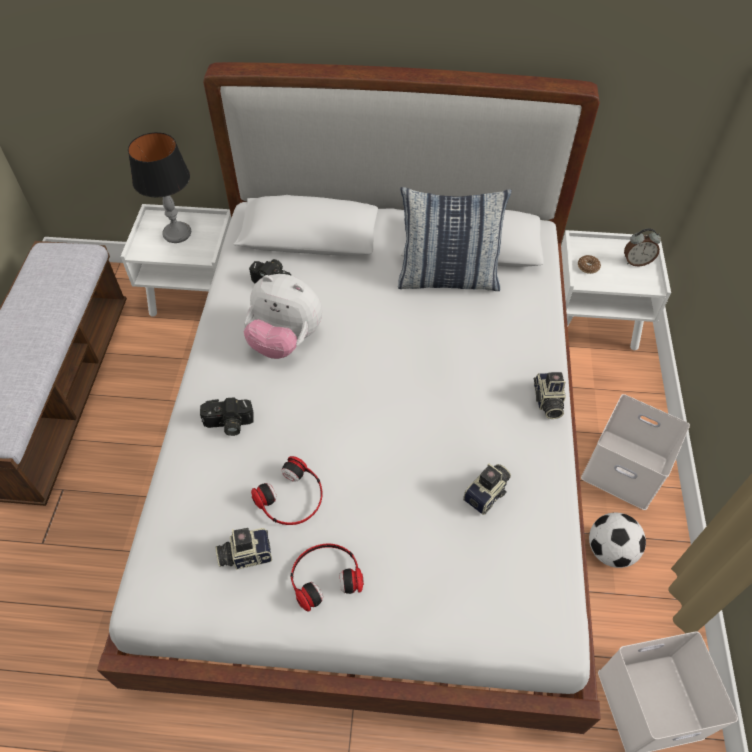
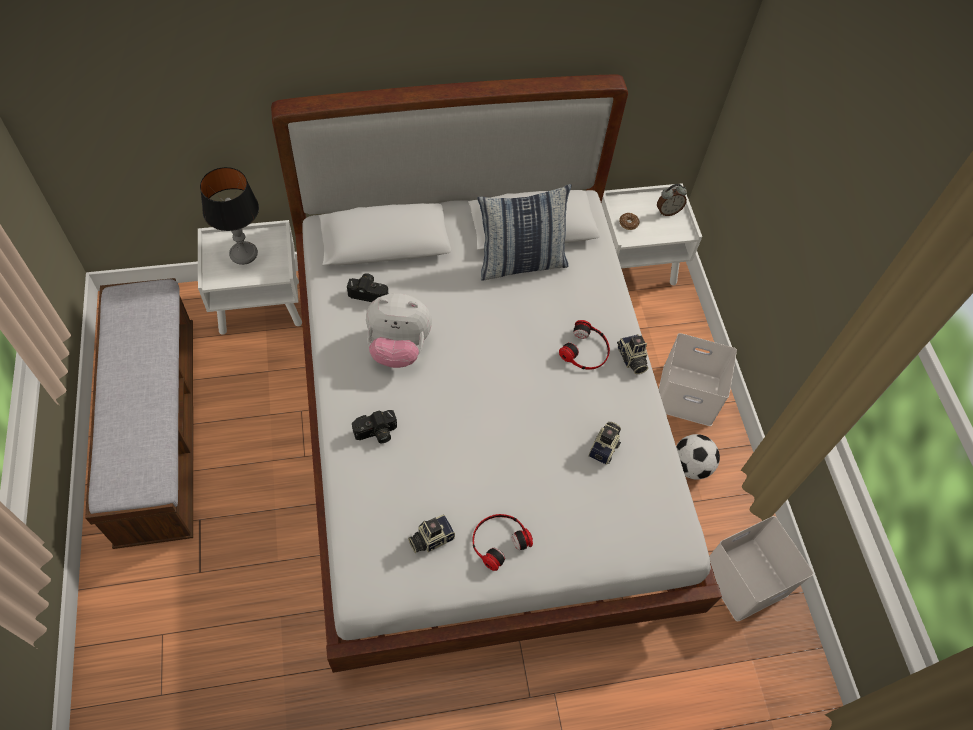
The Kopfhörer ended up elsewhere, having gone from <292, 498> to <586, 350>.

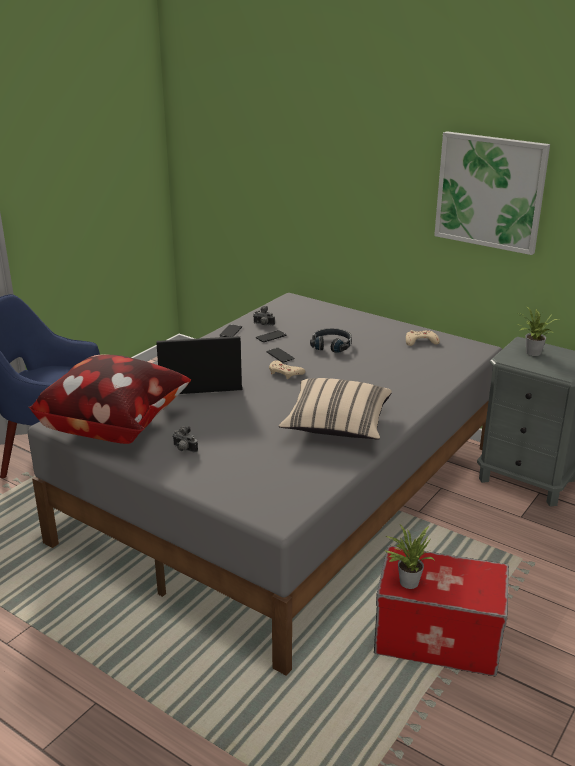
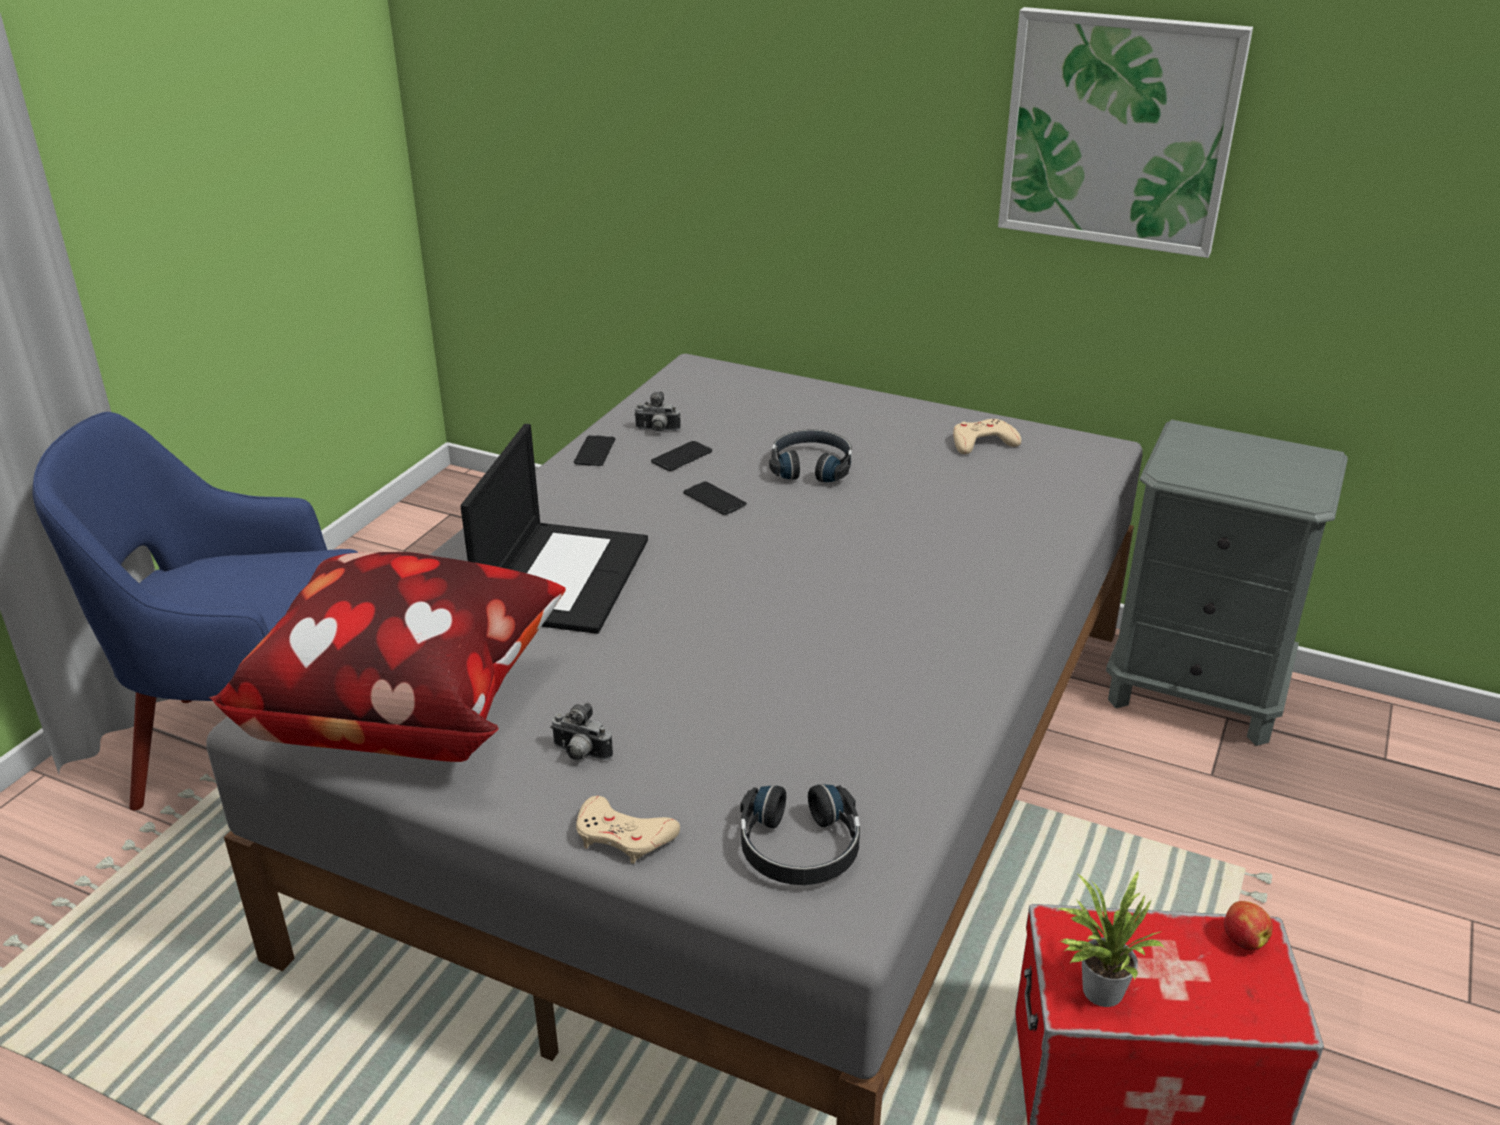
The Laptop at <199, 381> ended up facing another way, 120 degrees clockwise from before. The Gamepad/beige ended up elsewhere, having gone from <285, 373> to <624, 836>. The second view lost the Kissen/beige at <337, 426>. The second view lost the Topfpflanze at <531, 353>. The second view gained the Kopfhörer/schwarz at <799, 848>. The second view gained the Apfel at <1242, 939>.

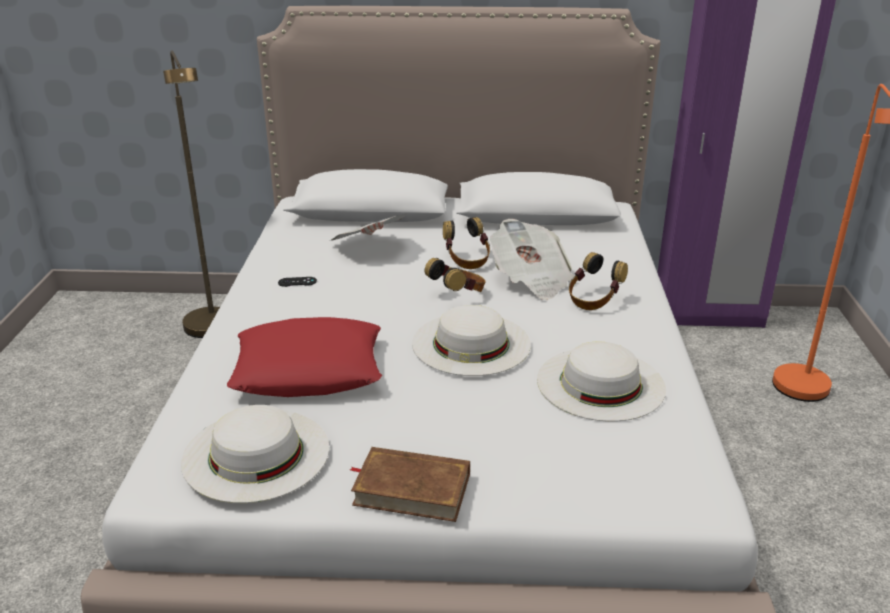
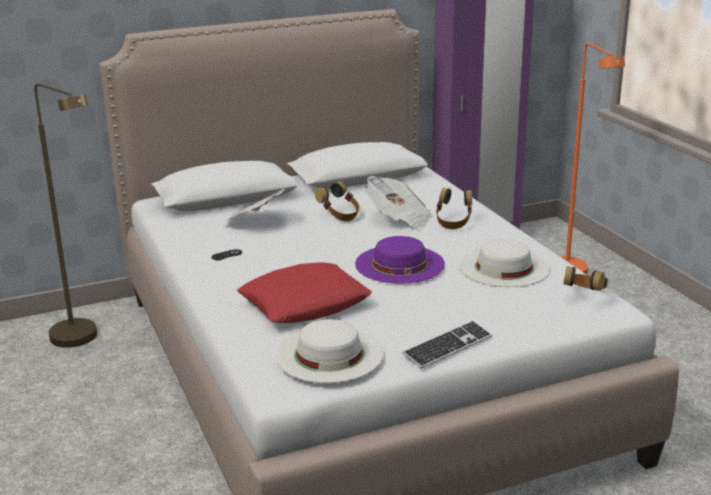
Where the Buch/braun stood at <412, 489>, the Tastatur came to stand at <447, 346>. What was the Hut/weiß at <471, 343> turned into the Hut/lila at <400, 264>. The Kopfhörer ended up elsewhere, having gone from <458, 295> to <584, 296>.

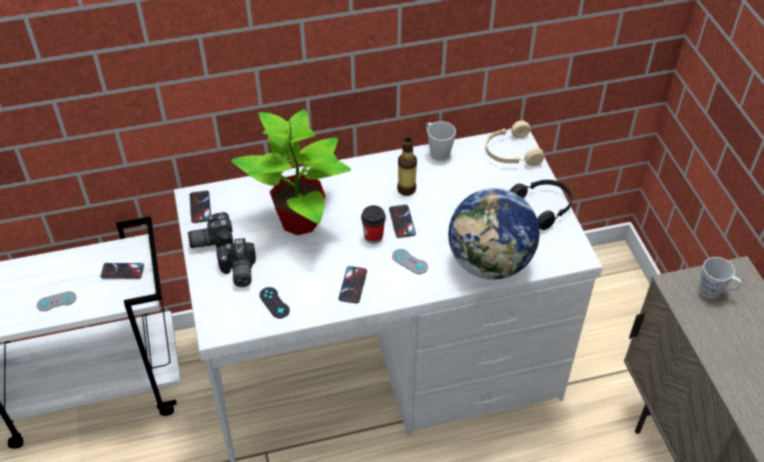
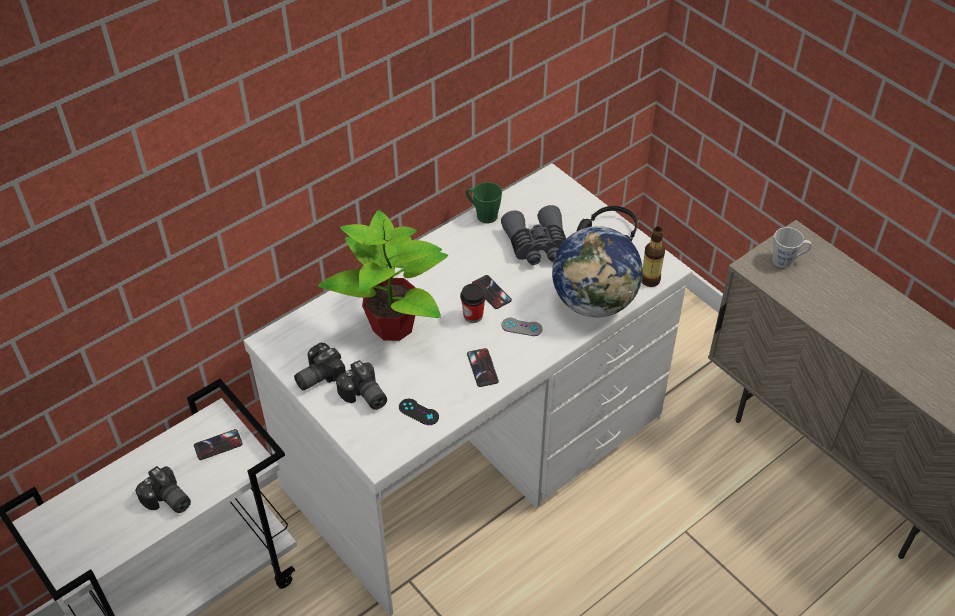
Where the Gamepad/grau stood at <56, 301>, the Kamera came to stand at <167, 501>. The second view lost the Handy at <200, 207>. The Flasche ended up elsewhere, having gone from <406, 189> to <650, 280>. What was the Henkelbecher/grau at <437, 151> turned into the Henkelbecher/grün at <483, 214>. The second view lost the Kopfhörer/beige at <510, 152>. The second view gained the Fernglas/grau at <536, 245>.

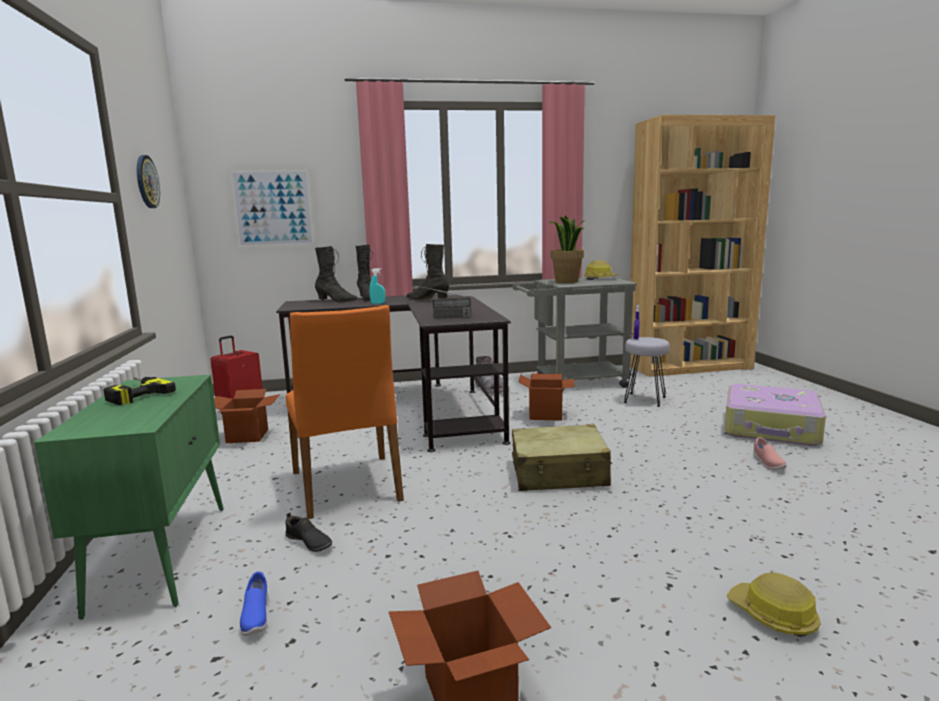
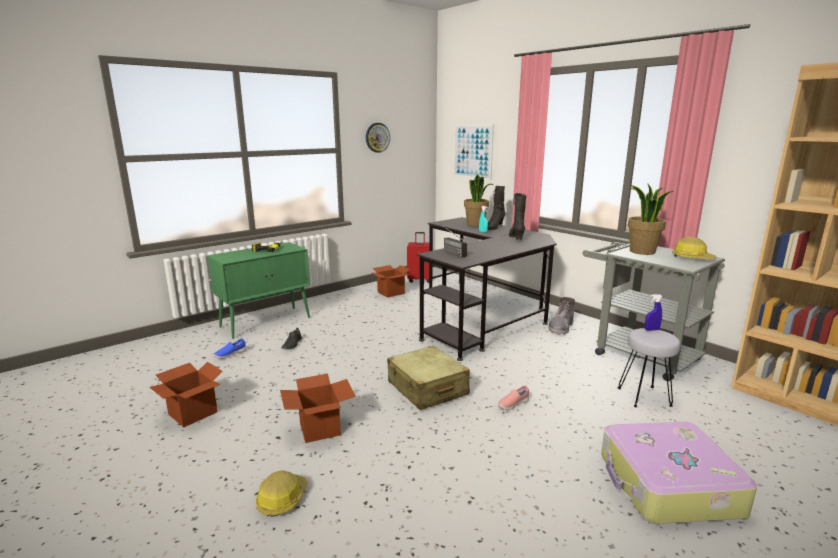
The second view lost the Stuhl/orange at <347, 486>. Where the Stiefel/schwarz stood at <336, 301>, the Topfpflanze came to stand at <476, 224>. The Karton ended up elsewhere, having gone from <545, 415> to <319, 428>. The Schuh/rosa ended up elsewhere, having gone from <767, 463> to <512, 405>.

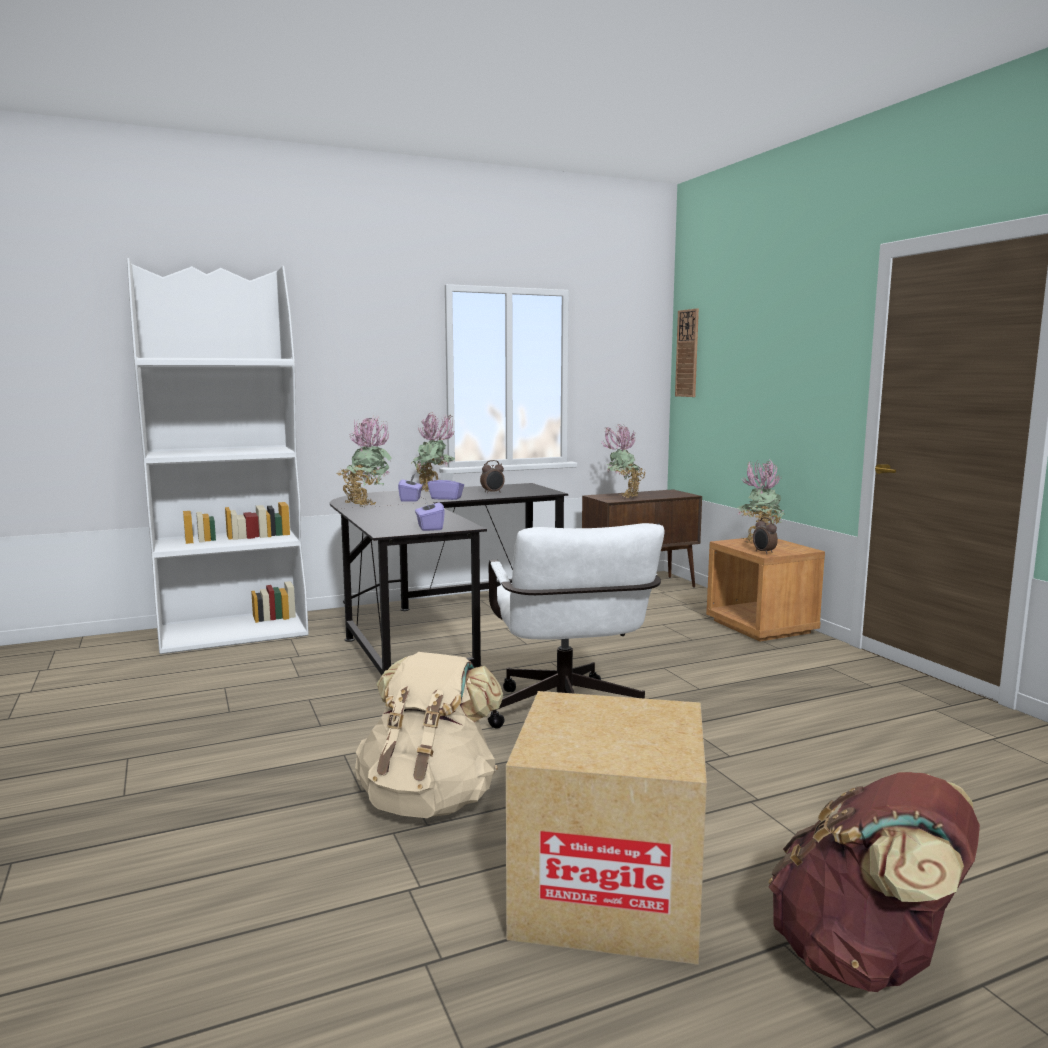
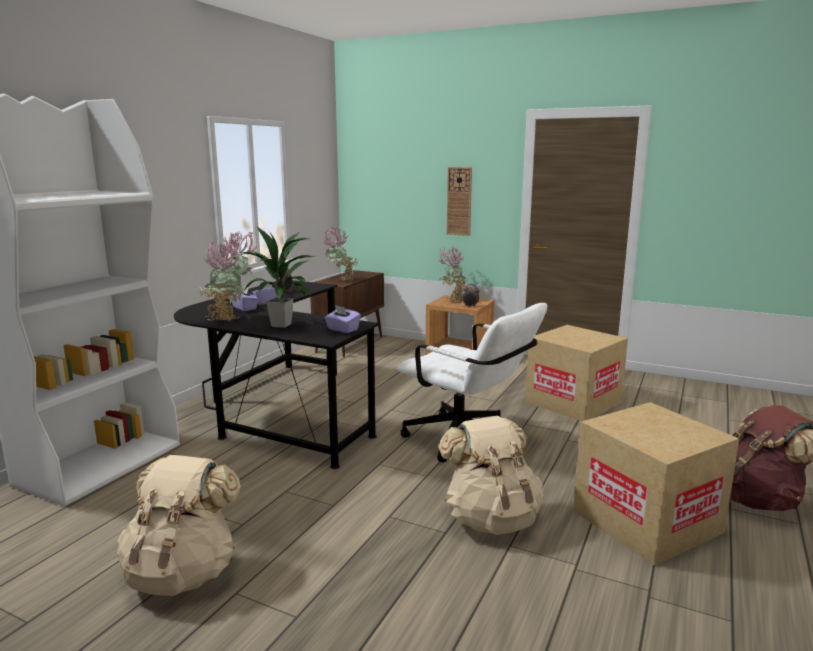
The Wanduhr ended up elsewhere, having gone from <687, 353> to <459, 201>. The second view gained the Rucksack/beige at <183, 573>. The second view gained the Topfpflanze at <282, 325>. The second view gained the Karton at <573, 402>.

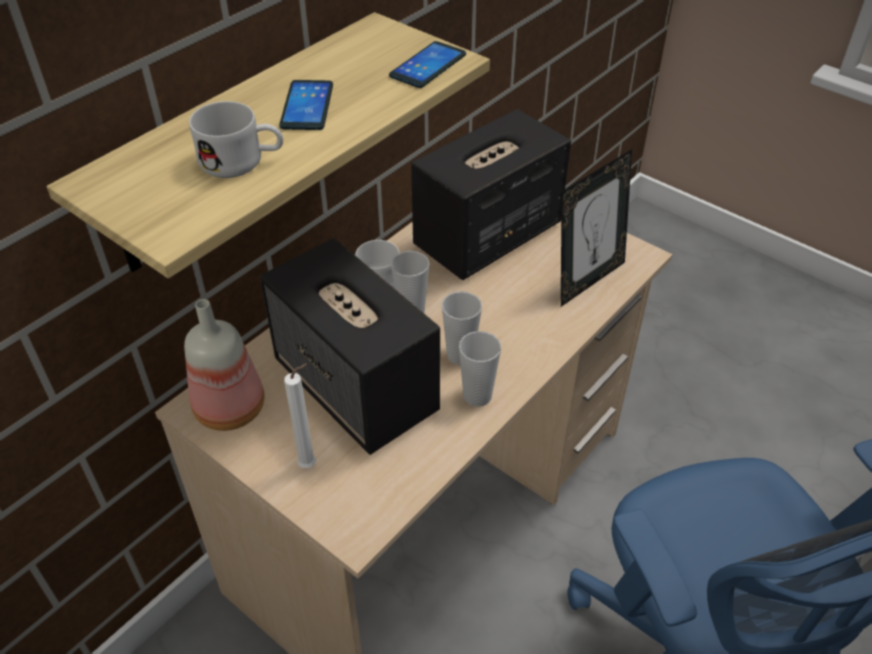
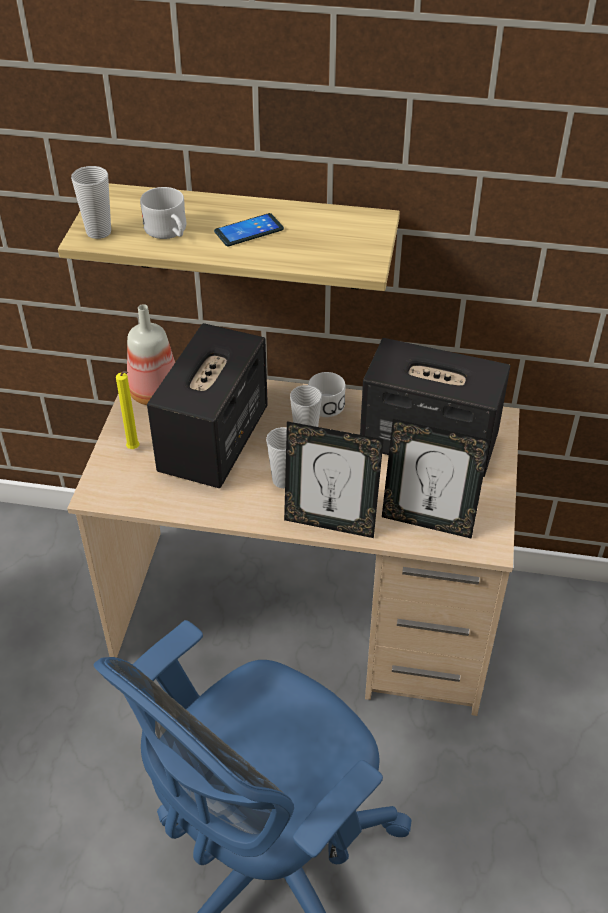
What was the Kerze/weiß at <310, 465> turned into the Kerze/gelb at <134, 449>. The second view lost the Handy at <428, 66>. The Tasse ended up elsewhere, having gone from <477, 396> to <98, 232>. The second view gained the Bilderrahmen at <330, 523>.

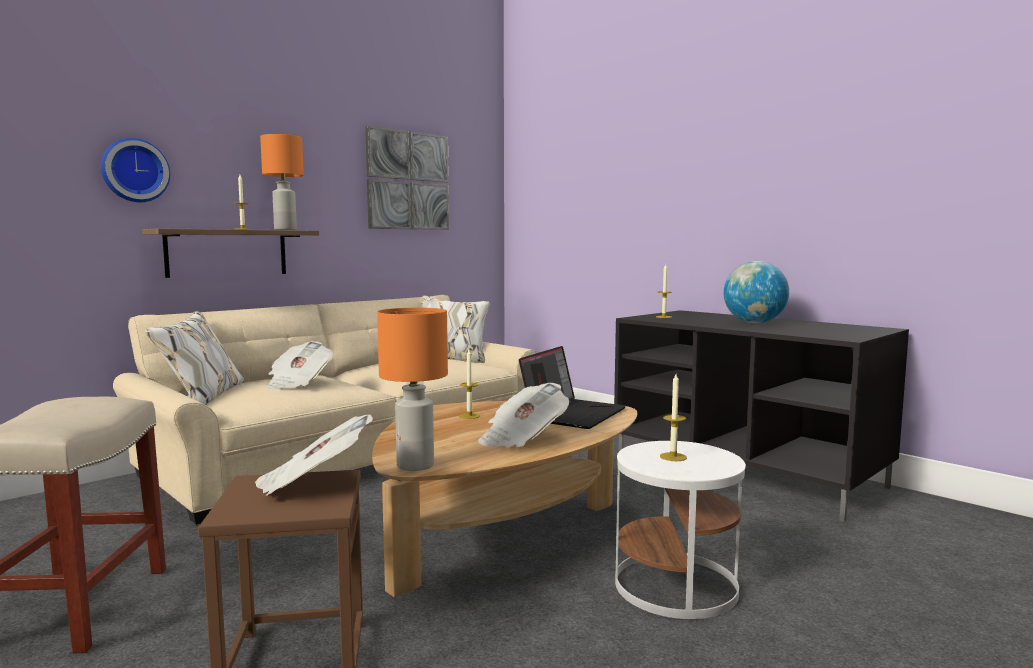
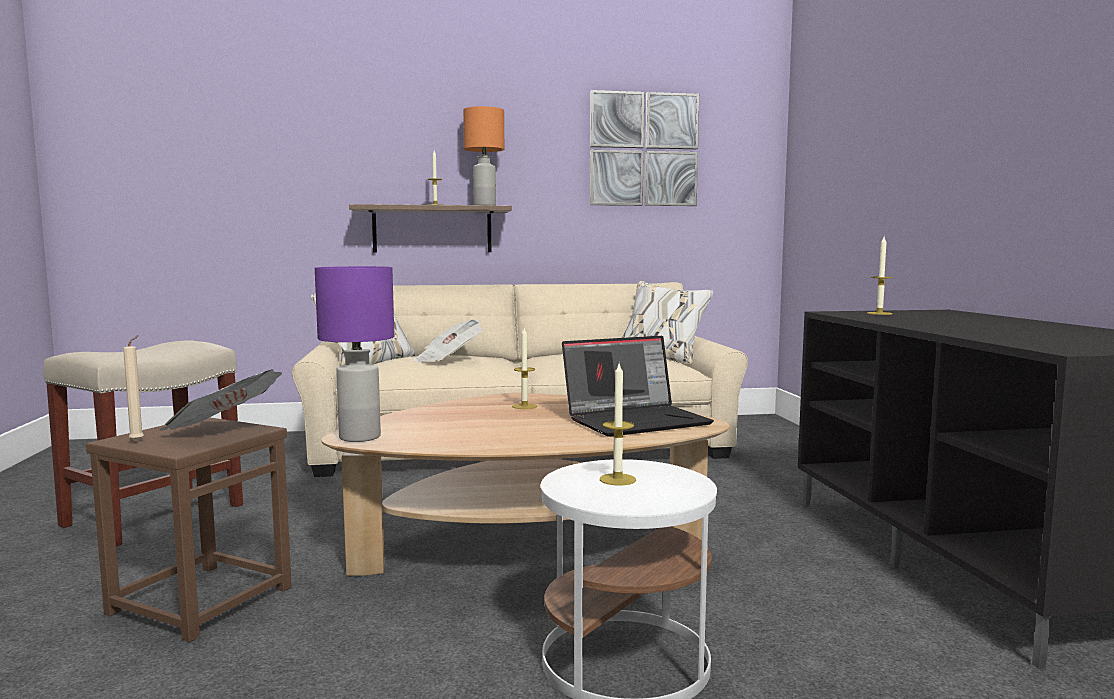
The second view lost the Wanduhr at <134, 170>. What was the Tischlampe/orange at <415, 466> turned into the Tischlampe/lila at <359, 438>. The second view lost the Zeitung at <522, 439>. The second view lost the Globus at <754, 323>. The second view gained the Kerze/beige at <138, 441>.

